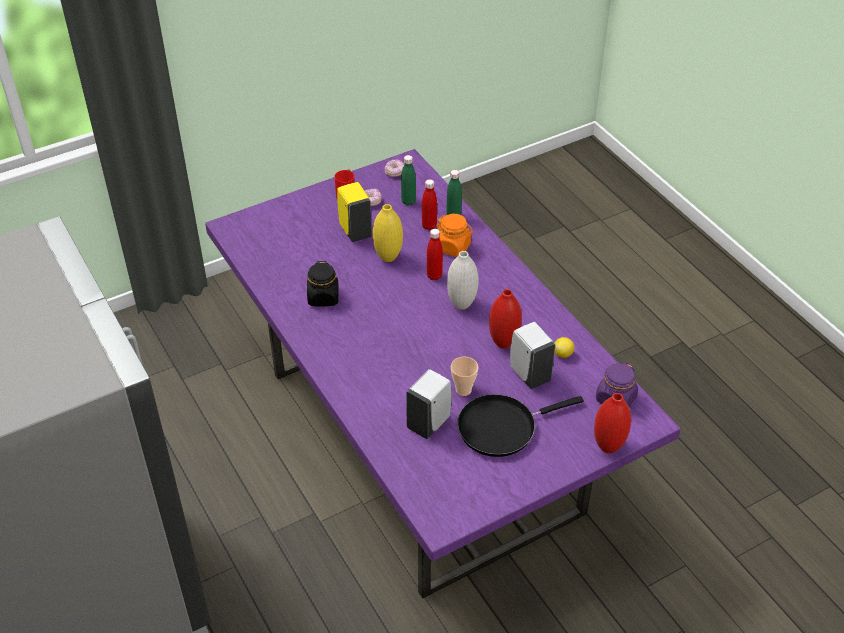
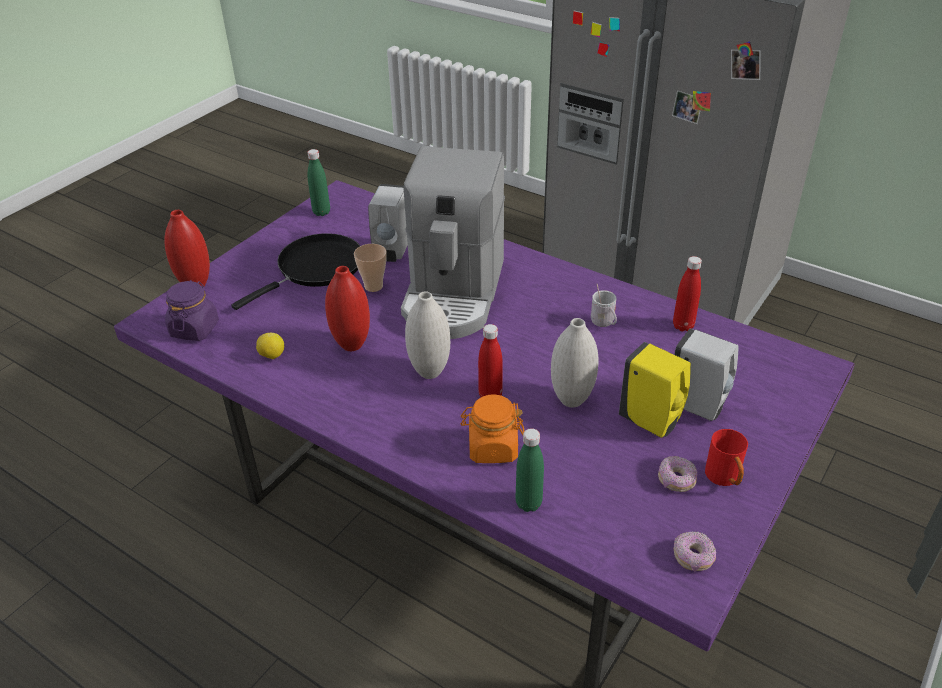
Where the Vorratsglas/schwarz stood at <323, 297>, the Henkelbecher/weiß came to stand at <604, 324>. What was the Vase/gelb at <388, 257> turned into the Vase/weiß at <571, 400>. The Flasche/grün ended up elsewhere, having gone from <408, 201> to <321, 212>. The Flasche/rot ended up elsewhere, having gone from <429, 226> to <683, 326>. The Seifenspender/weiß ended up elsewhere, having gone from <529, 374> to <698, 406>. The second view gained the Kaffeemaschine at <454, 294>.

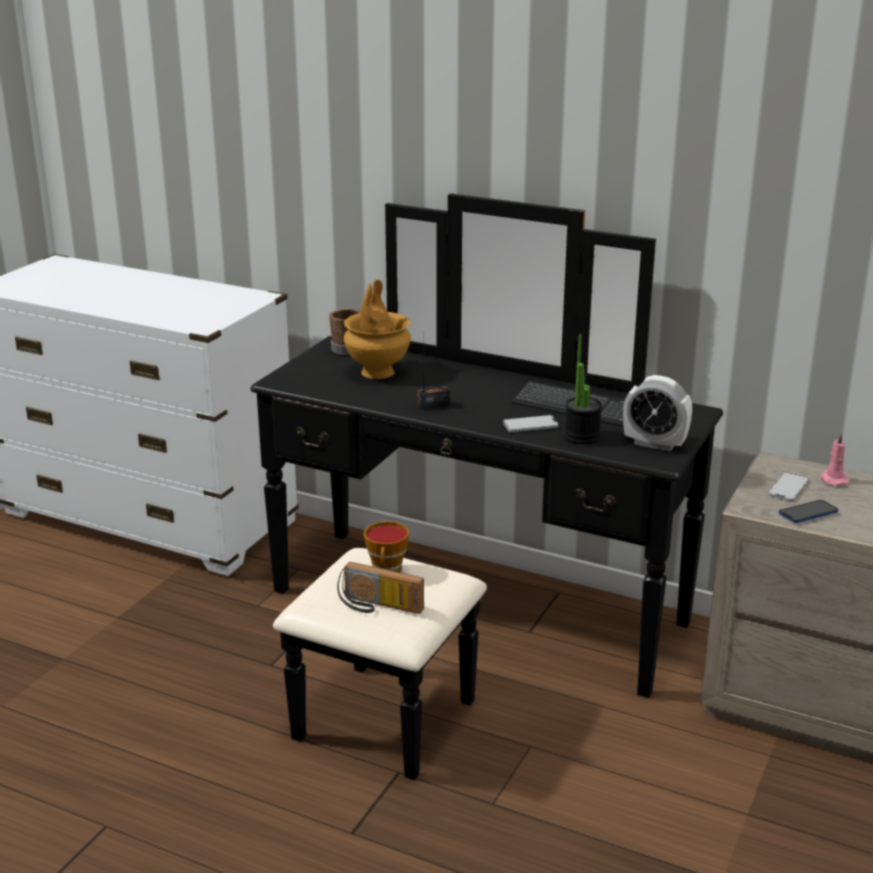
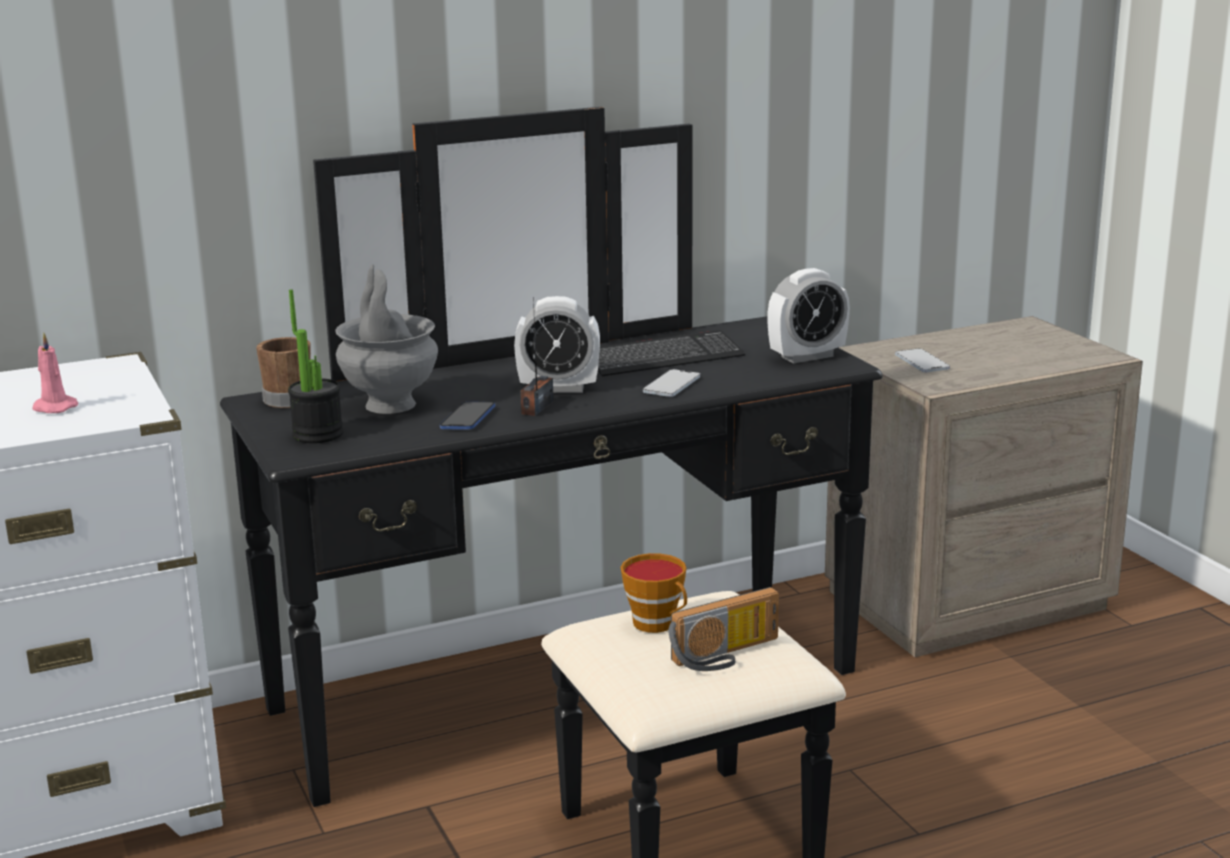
What was the Vase/braun at <378, 372> turned into the Vase/grau at <389, 404>. The Topfpflanze ended up elsewhere, having gone from <582, 436> to <318, 434>. The Handy ended up elsewhere, having gone from <808, 513> to <468, 418>. The Kerze/rosa ended up elsewhere, having gone from <833, 479> to <53, 408>. The second view gained the Wecker at <558, 388>.

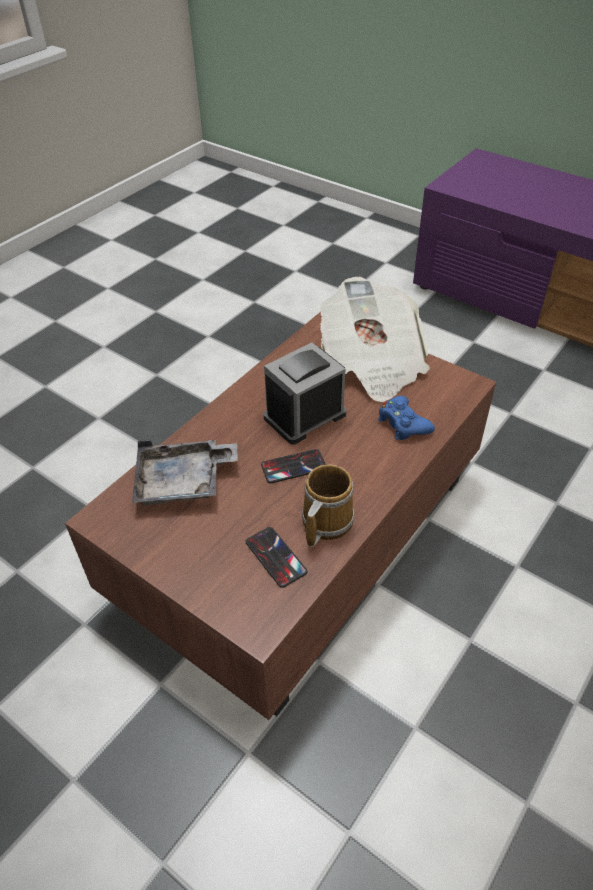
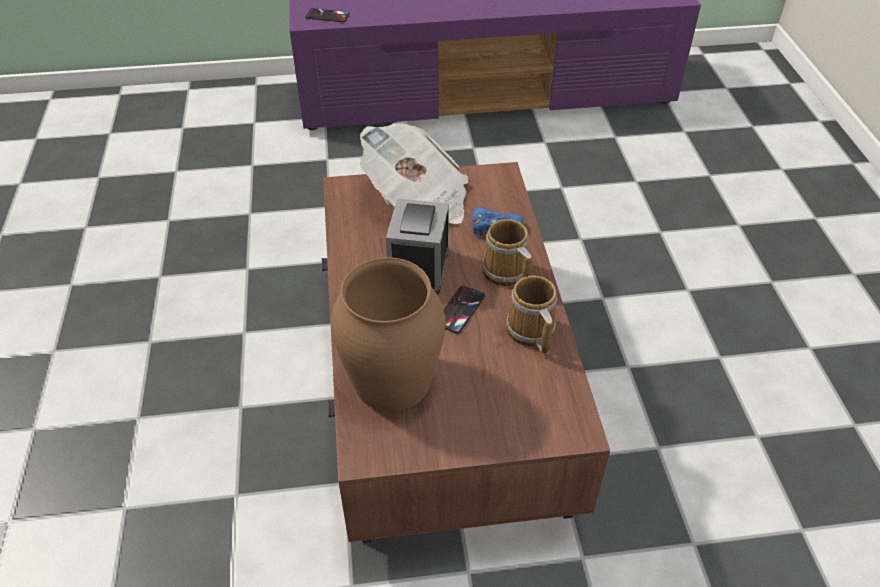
Where the Tablett/grau stood at <183, 482>, the Vase/braun came to stand at <393, 379>. The Handy ended up elsewhere, having gone from <275, 557> to <327, 16>. The second view gained the Henkelbecher at <505, 273>.

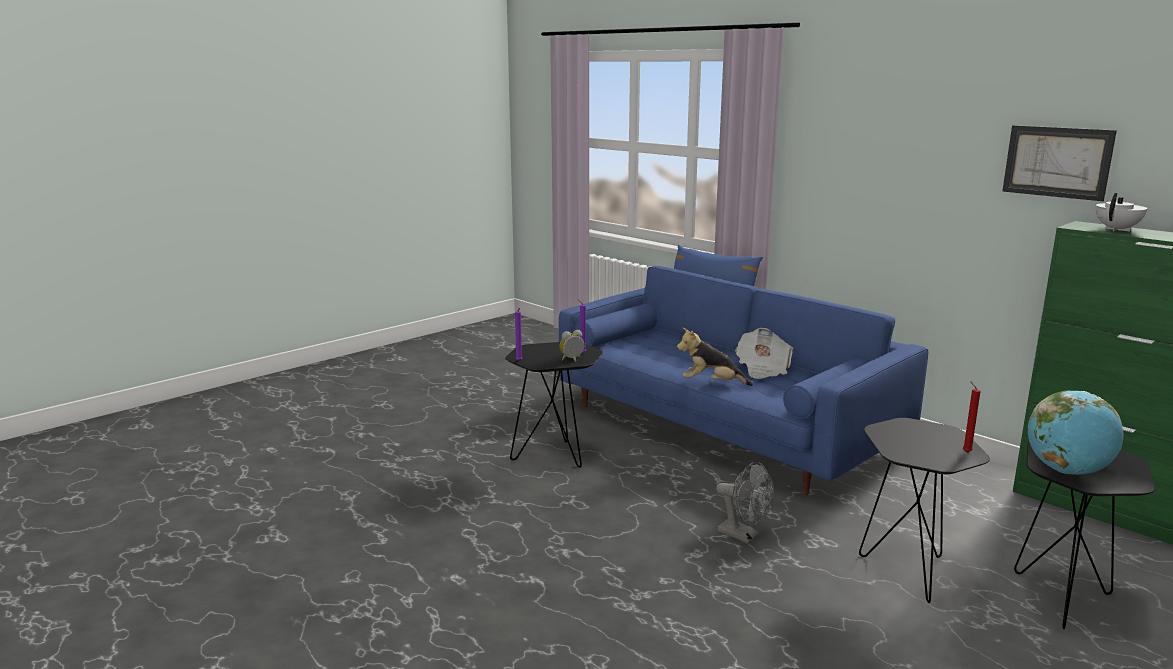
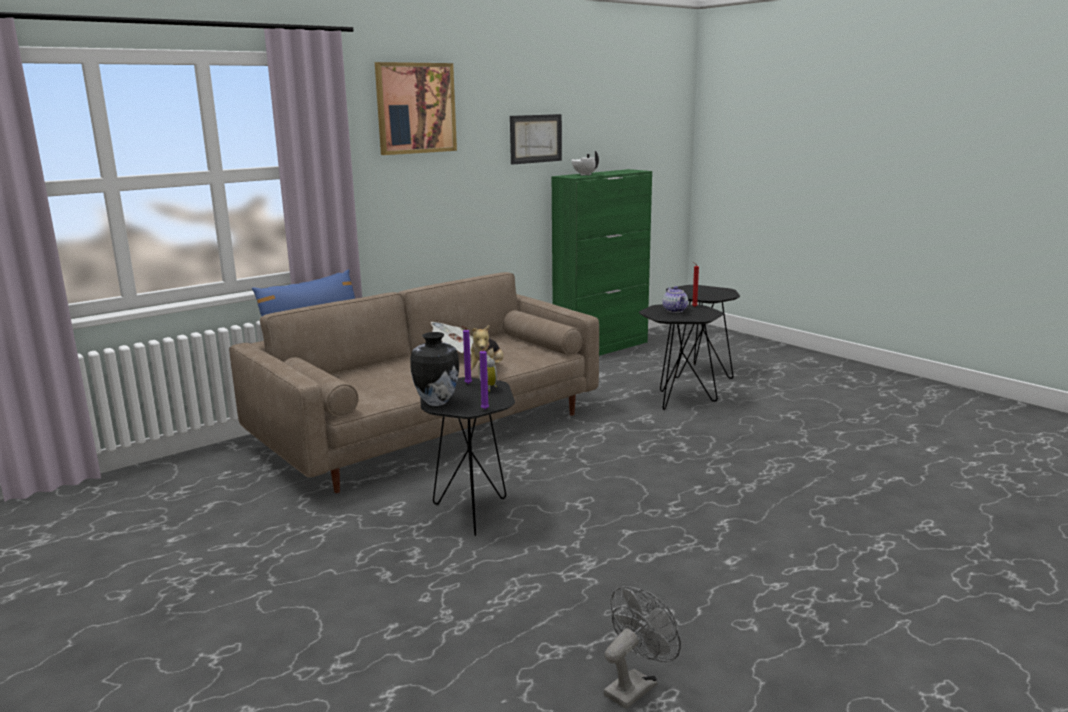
What was the Sofa/blau at <725, 426> turned into the Sofa/beige at <429, 429>. The Ventilator/grau ended up elsewhere, having gone from <744, 535> to <635, 686>. The second view lost the Globus at <1067, 471>. The second view gained the Bild at <415, 108>. The second view gained the Vase at <436, 402>. The second view gained the Teekanne at <675, 310>.

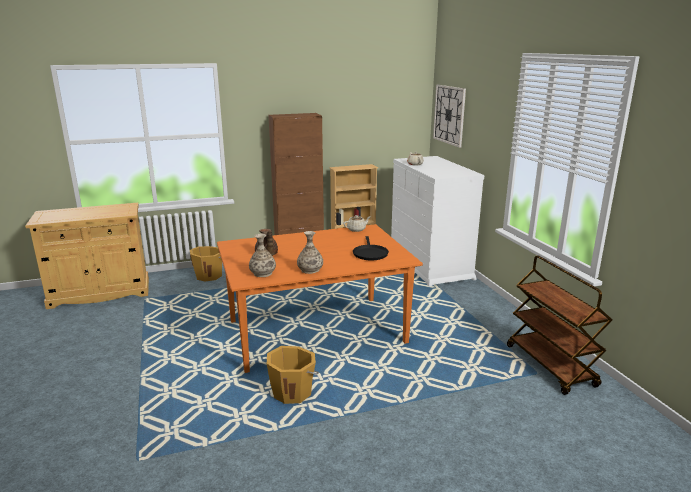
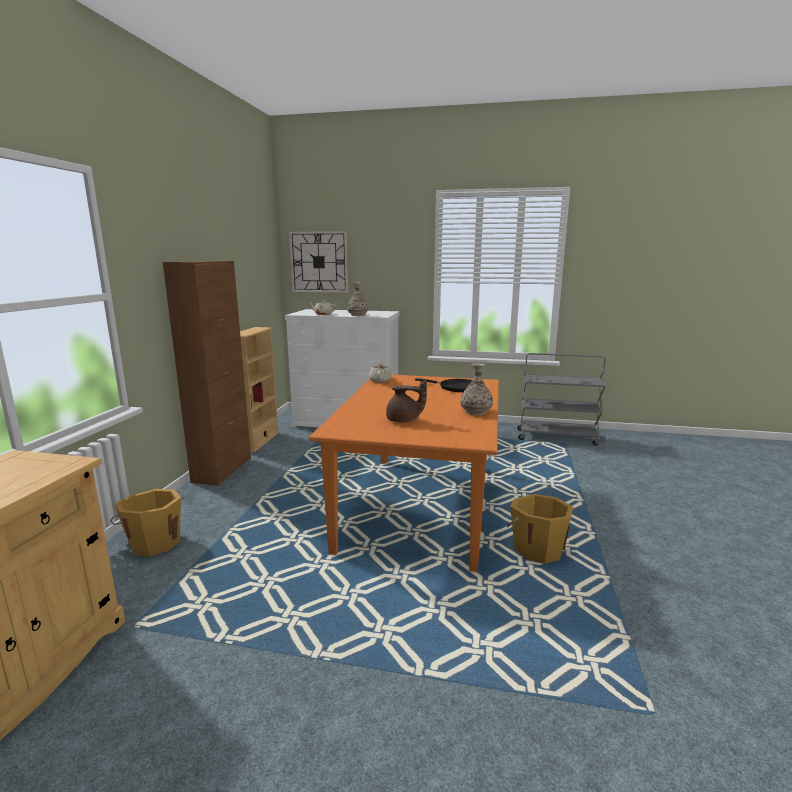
The Vase ended up elsewhere, having gone from <262, 273> to <357, 315>. What was the Rollwagen/braun at <551, 366> turned into the Rollwagen/grau at <557, 437>.

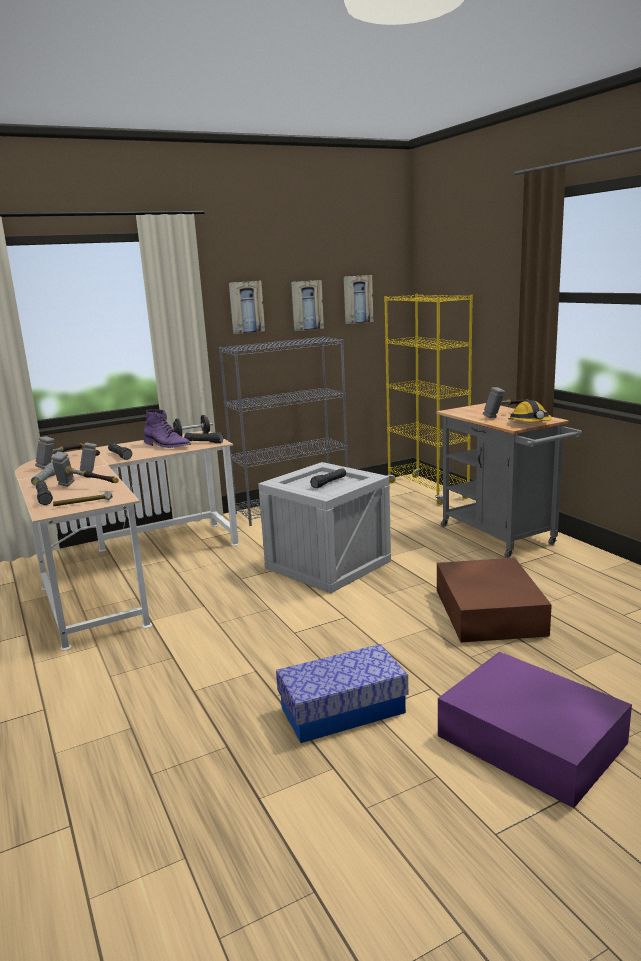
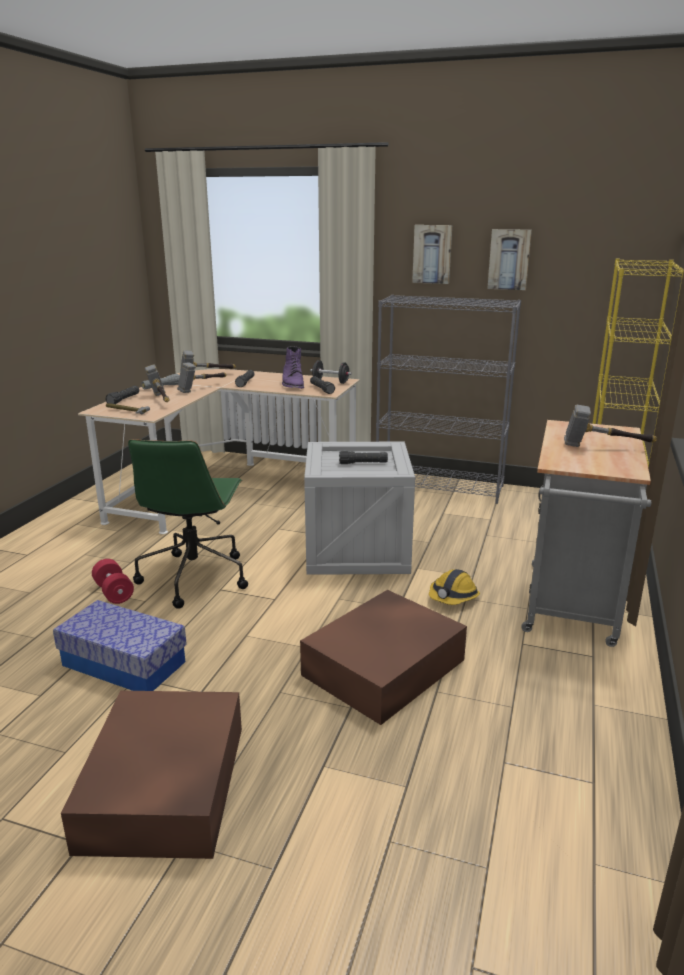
The second view lost the Bild at <357, 299>. What was the Aufbewahrungsbox/lila at <532, 741> turned into the Aufbewahrungsbox/braun at <162, 788>. The Schutzhelm ended up elsewhere, having gone from <530, 423> to <453, 597>. The second view gained the Hantel/rot at <114, 592>. The second view gained the Bürostuhl/grün at <194, 577>.

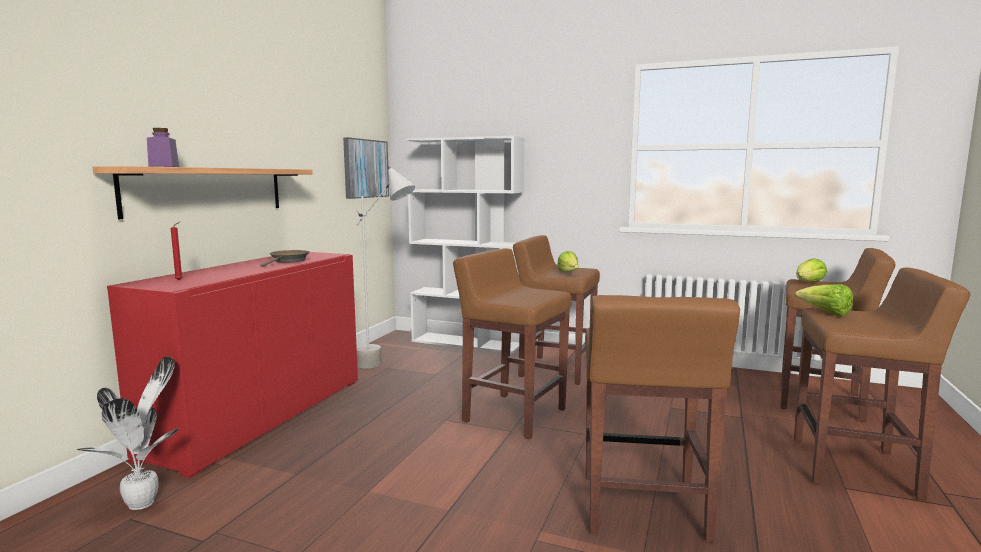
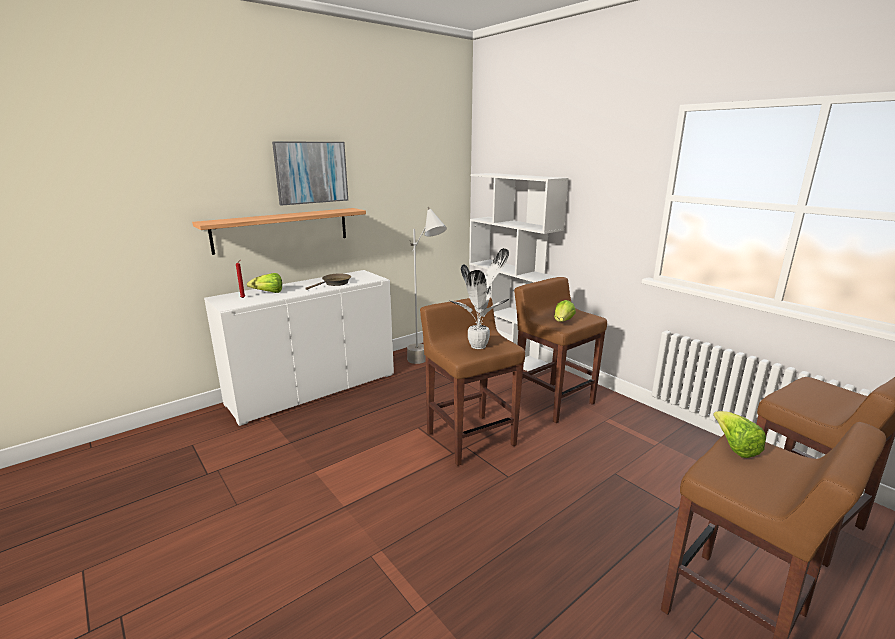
The Topfpflanze ended up elsewhere, having gone from <144, 502> to <480, 346>. What was the Schrank/rot at <261, 416> turned into the Schrank/weiß at <313, 389>. The second view lost the Vorratsglas/lila at <164, 166>. The Bild ended up elsewhere, having gone from <365, 168> to <311, 172>. The second view lost the Hocker/braun at <643, 508>. The Salatkopf ended up elsewhere, having gone from <808, 283> to <269, 293>.

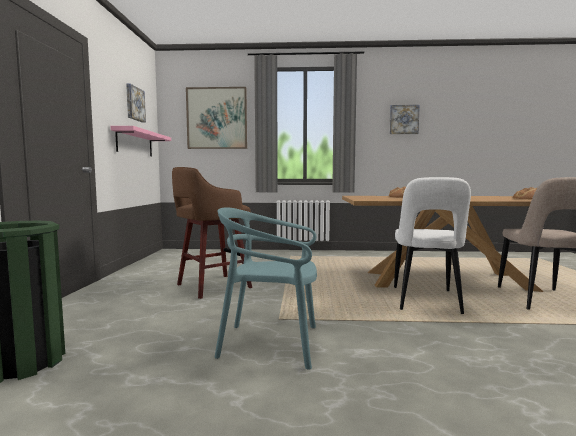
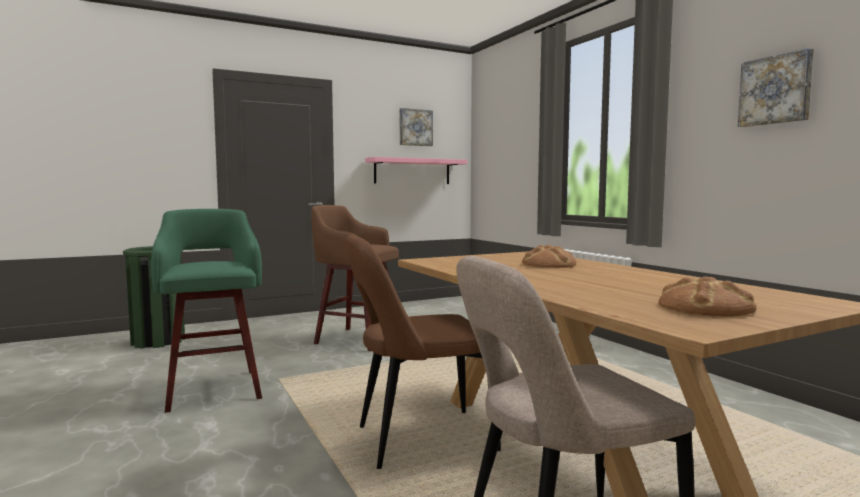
The second view lost the Bild at <217, 118>. Where the Stuhl/türkis stood at <271, 343>, the Hocker/grün came to stand at <214, 388>. What was the Stuhl/weiß at <426, 301> turned into the Stuhl/braun at <418, 440>.

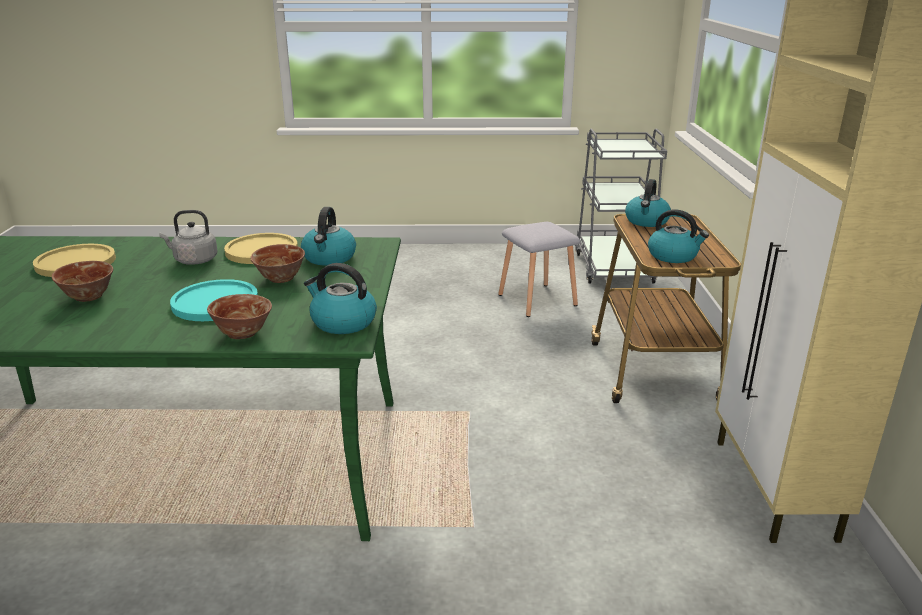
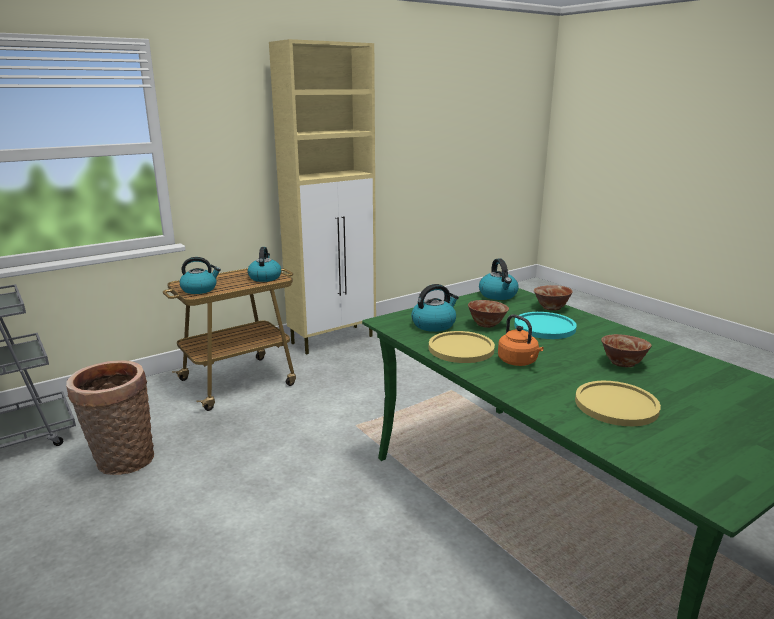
What was the Wasserkessel/grau at <194, 260> turned into the Wasserkessel/orange at <519, 362>. Where the Hocker/grau stood at <536, 299>, the Korb came to stand at <121, 461>.

